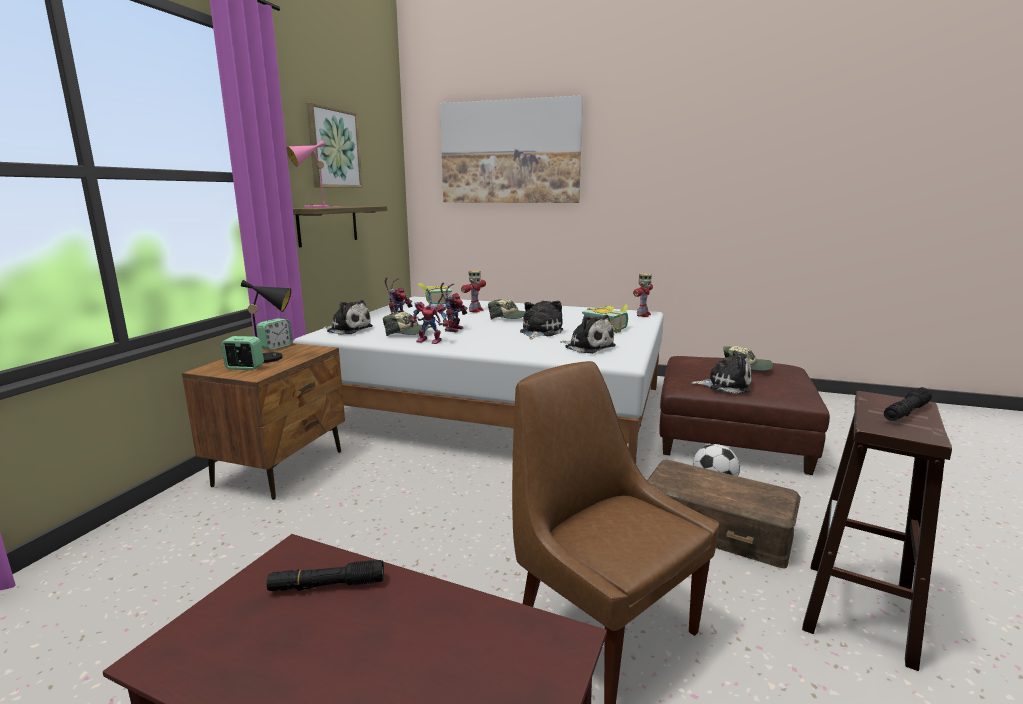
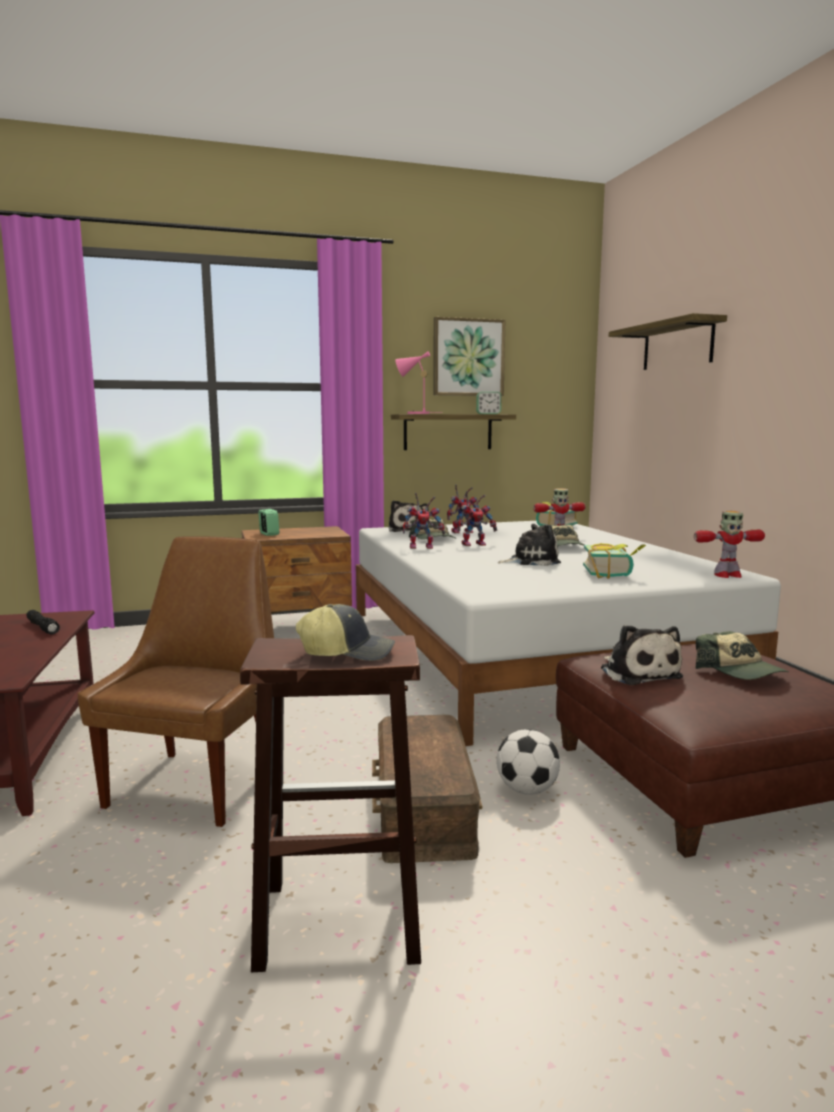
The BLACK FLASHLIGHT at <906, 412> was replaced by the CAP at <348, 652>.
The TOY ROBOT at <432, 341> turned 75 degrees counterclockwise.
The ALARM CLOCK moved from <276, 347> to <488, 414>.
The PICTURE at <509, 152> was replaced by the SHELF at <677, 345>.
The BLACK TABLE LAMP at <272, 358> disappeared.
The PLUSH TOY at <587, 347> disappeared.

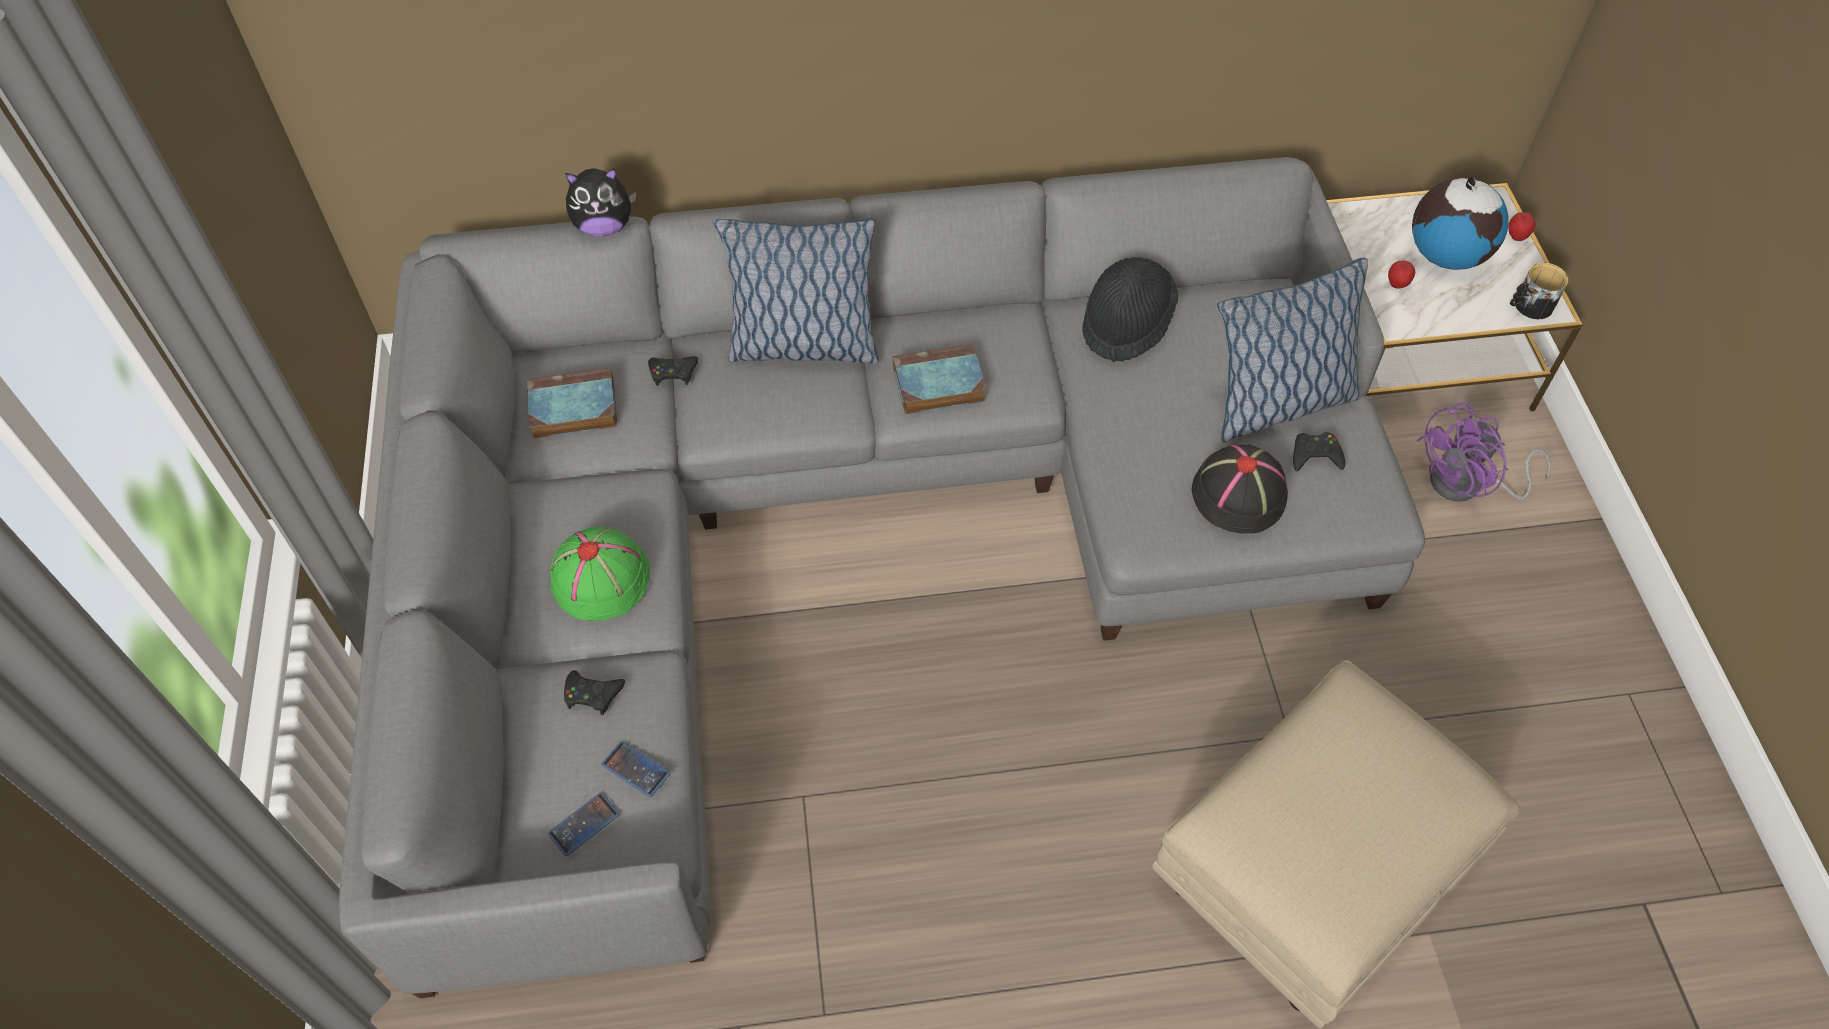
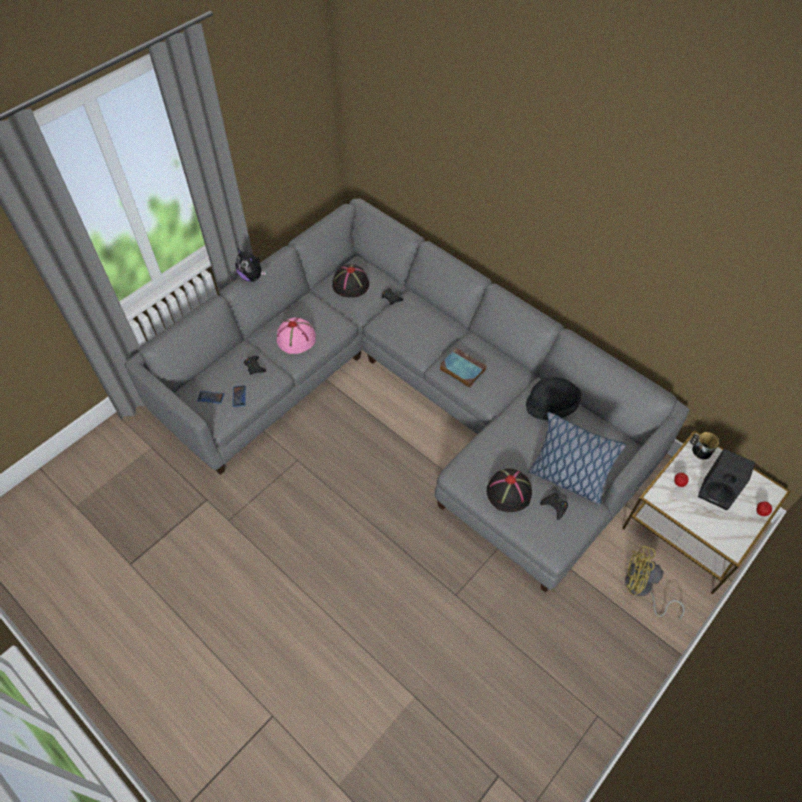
The PLUSH TOY moved from <604, 227> to <252, 277>.
The GREEN HAT at <601, 578> became the PINK HAT at <296, 338>.
The BOOK at <571, 409> was replaced by the BLACK HAT at <350, 284>.
The PURPLE FAN at <1467, 485> became the YELLOW FAN at <641, 590>.
The MUG moved from <1529, 306> to <699, 449>.
The GLOBE at <1446, 255> was replaced by the BLACK SPEAKER at <717, 492>.
The PILLOW at <802, 345> disappeared.
The BEIGE OTTOMAN at <1306, 879> disappeared.

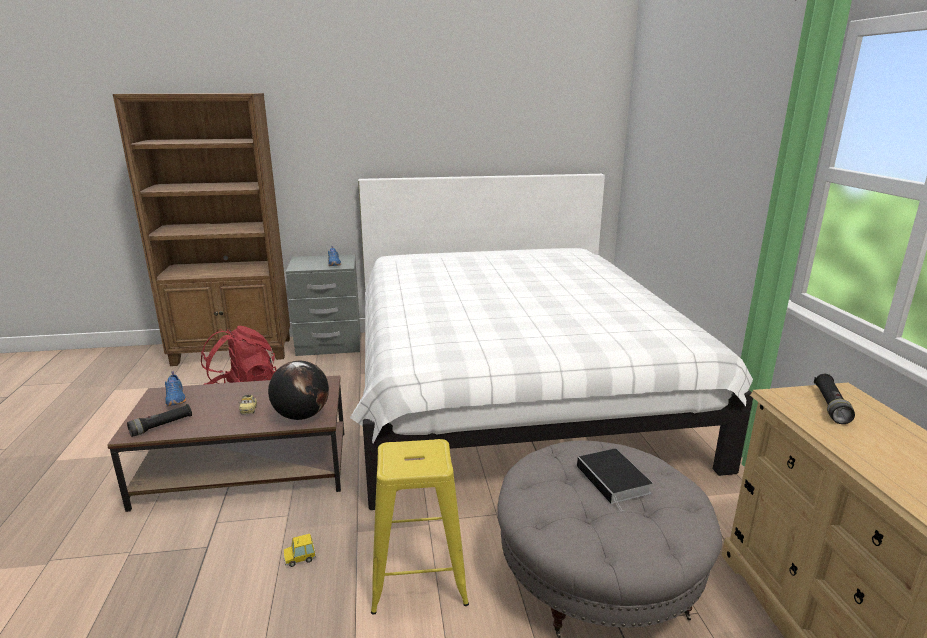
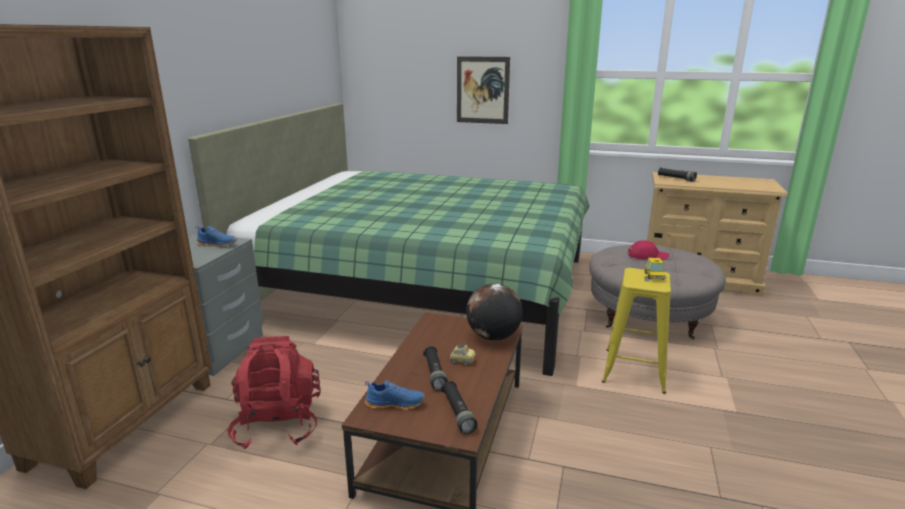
The WHITE BED at <510, 389> became the GREEN BED at <423, 287>.
The BLACK FLASHLIGHT at <435, 374> appeared.
The PICTURE at <482, 90> appeared.
The BOOK at <614, 480> was replaced by the RED CAP at <647, 256>.
The TOY CAR moved from <300, 557> to <654, 276>.

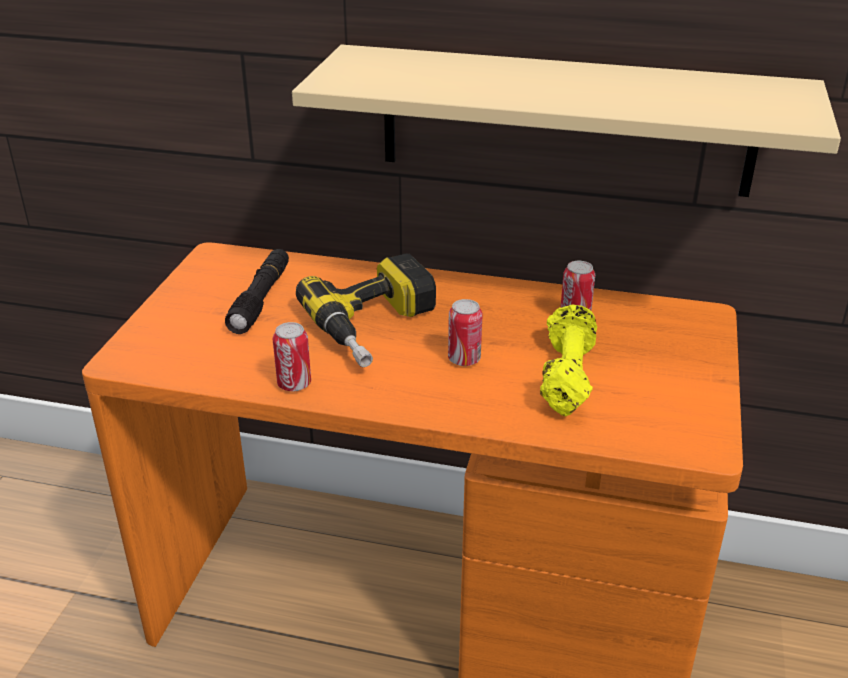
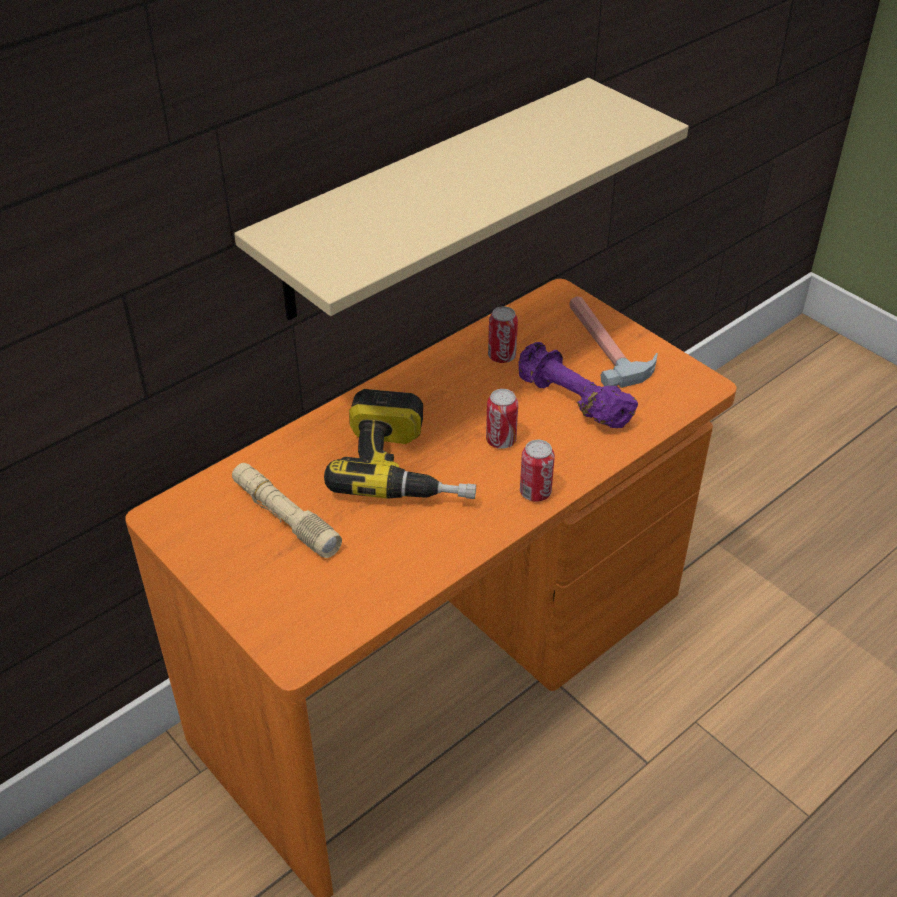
The BLACK FLASHLIGHT at <261, 299> became the BEIGE FLASHLIGHT at <285, 517>.
The YELLOW DUMBBELL at <566, 376> became the PURPLE DUMBBELL at <571, 401>.
The CAN moved from <294, 384> to <535, 492>.
The HAMMER at <607, 344> appeared.

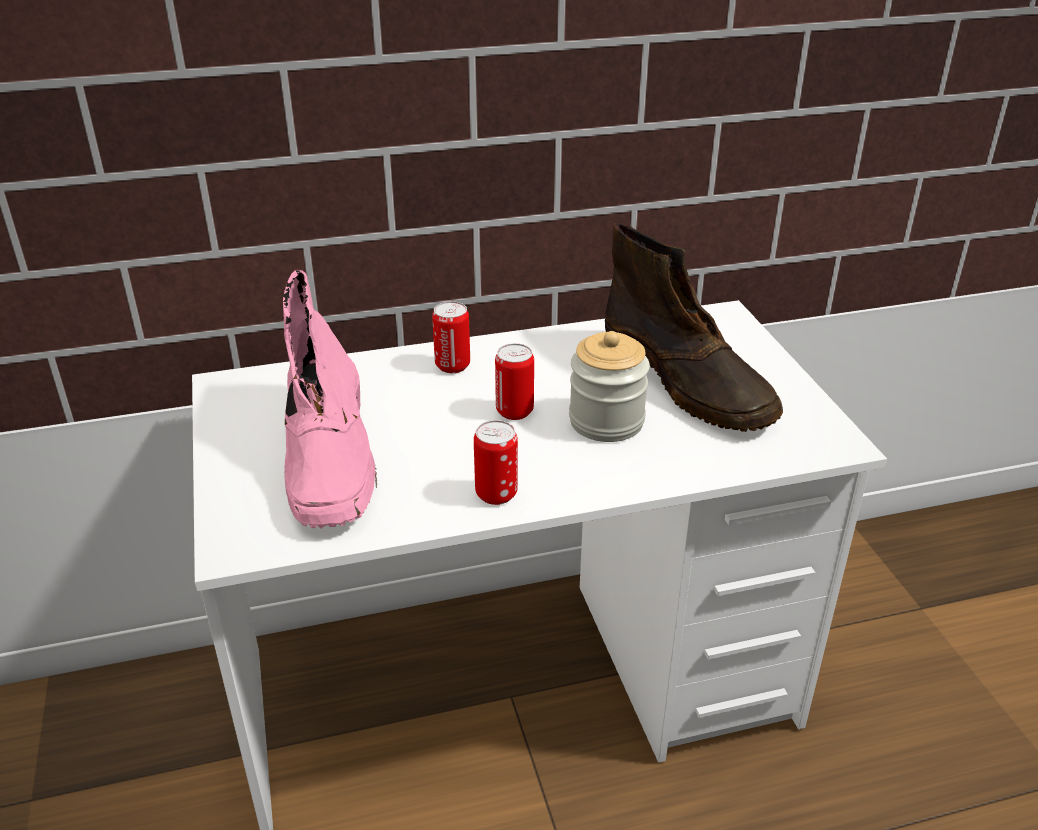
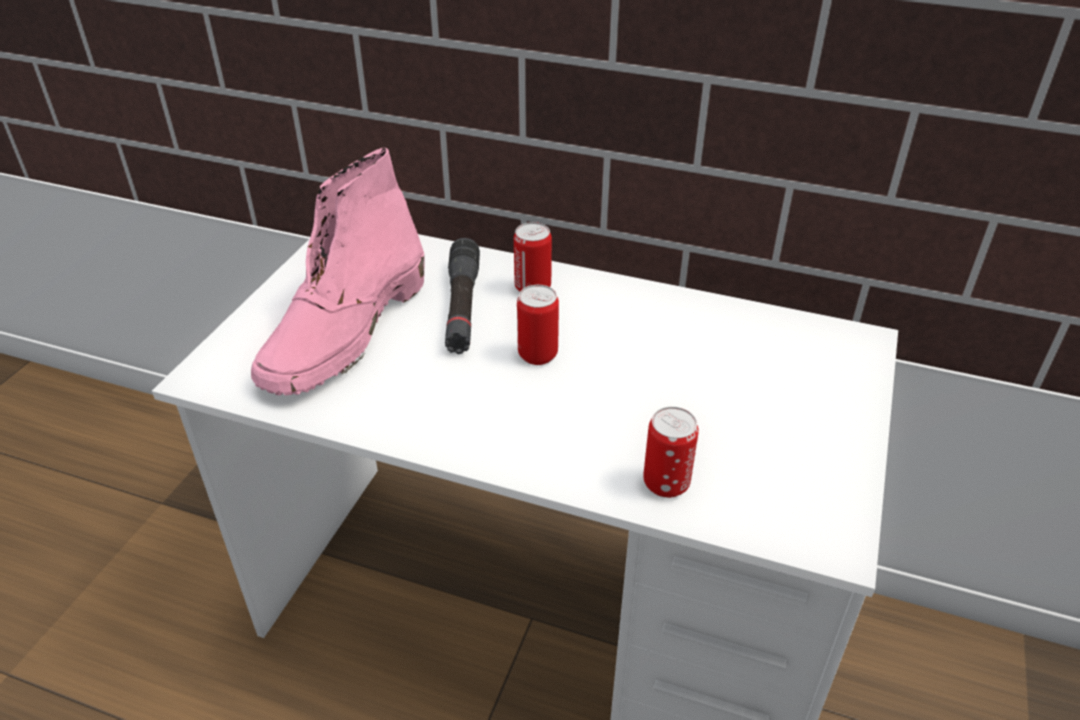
The BLACK FLASHLIGHT at <462, 307> appeared.
The CAN moved from <496, 494> to <666, 483>.
The JAR at <606, 421> disappeared.
The BROWN BOOT at <687, 384> disappeared.

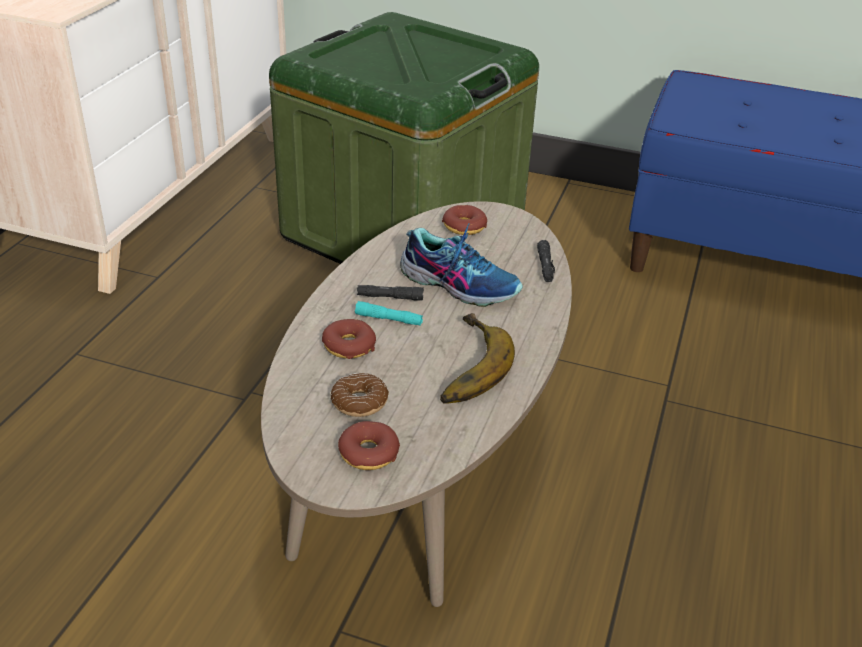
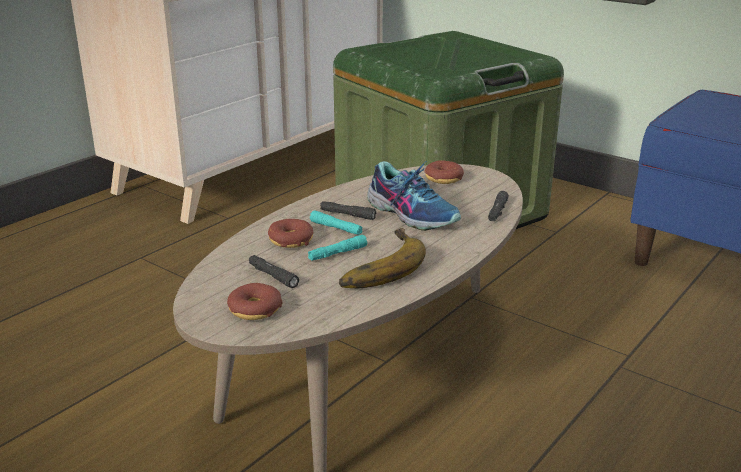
The DONUT at <359, 402> was replaced by the BLACK FLASHLIGHT at <272, 276>.
The TURQUOISE FLASHLIGHT at <337, 254> appeared.

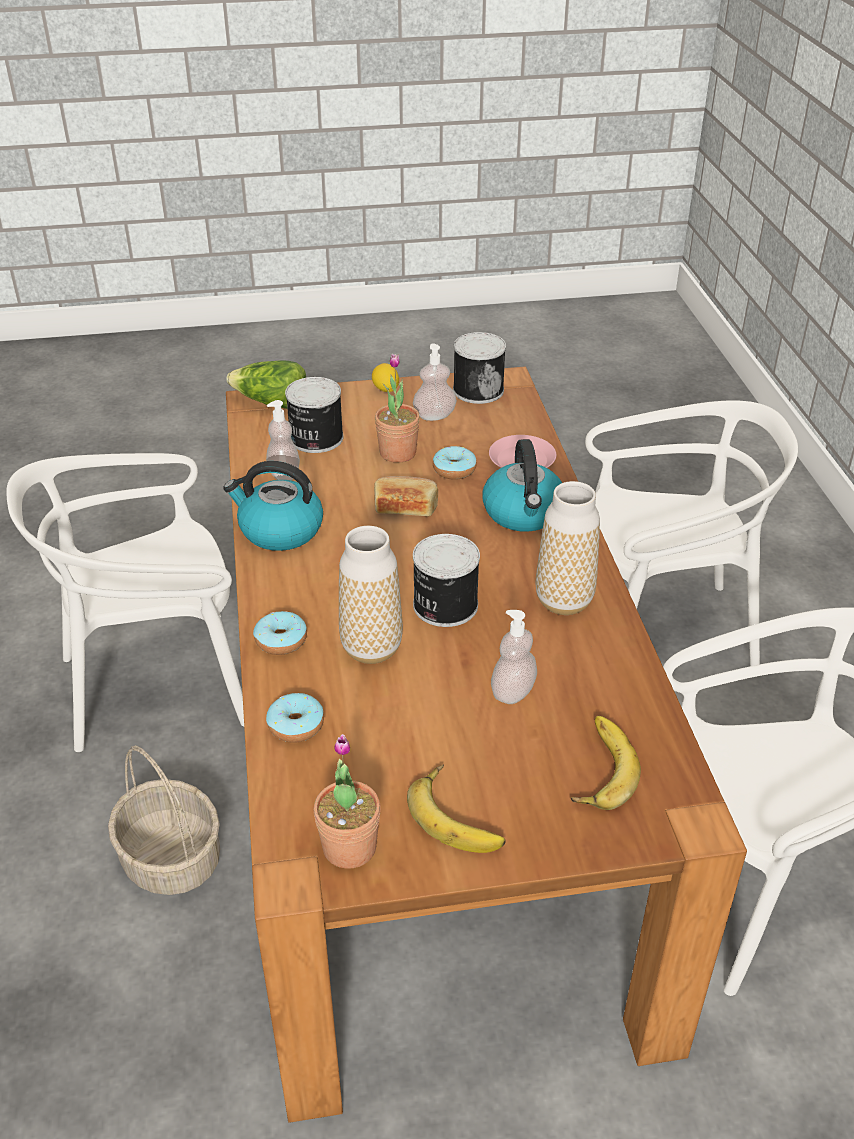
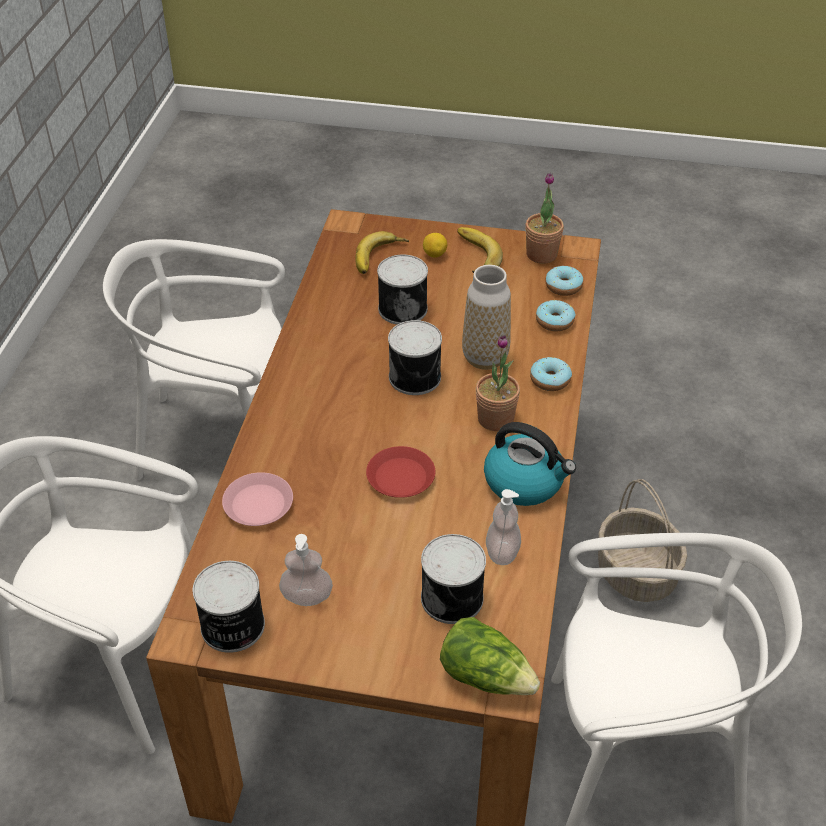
The BREAD at <405, 507> was replaced by the RED PLATE at <400, 477>.
The SOAP DISPENSER at <513, 692> was replaced by the CAN at <403, 308>.
The LEMON moved from <385, 389> to <434, 254>.
The POTTED PLANT moved from <397, 453> to <495, 419>.
The DONUT moved from <454, 470> to <563, 286>.
The KETTLE at <524, 513> disappeared.
The VASE at <564, 601> disappeared.

